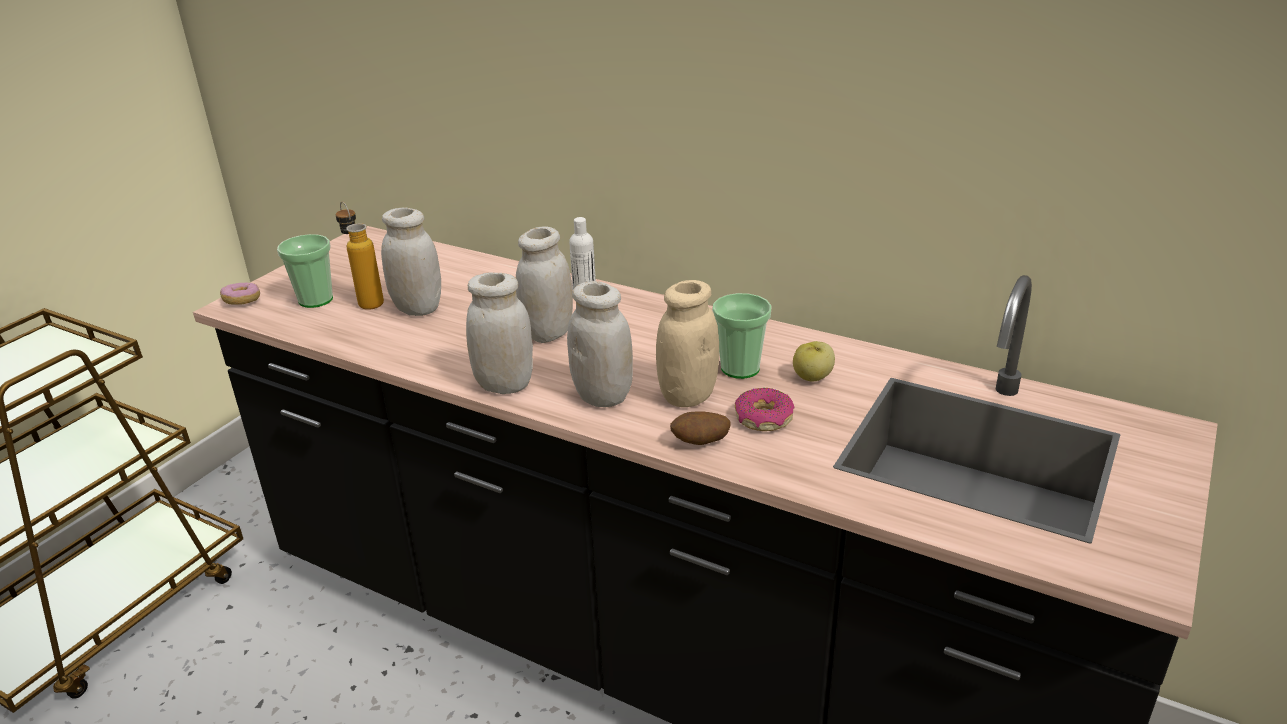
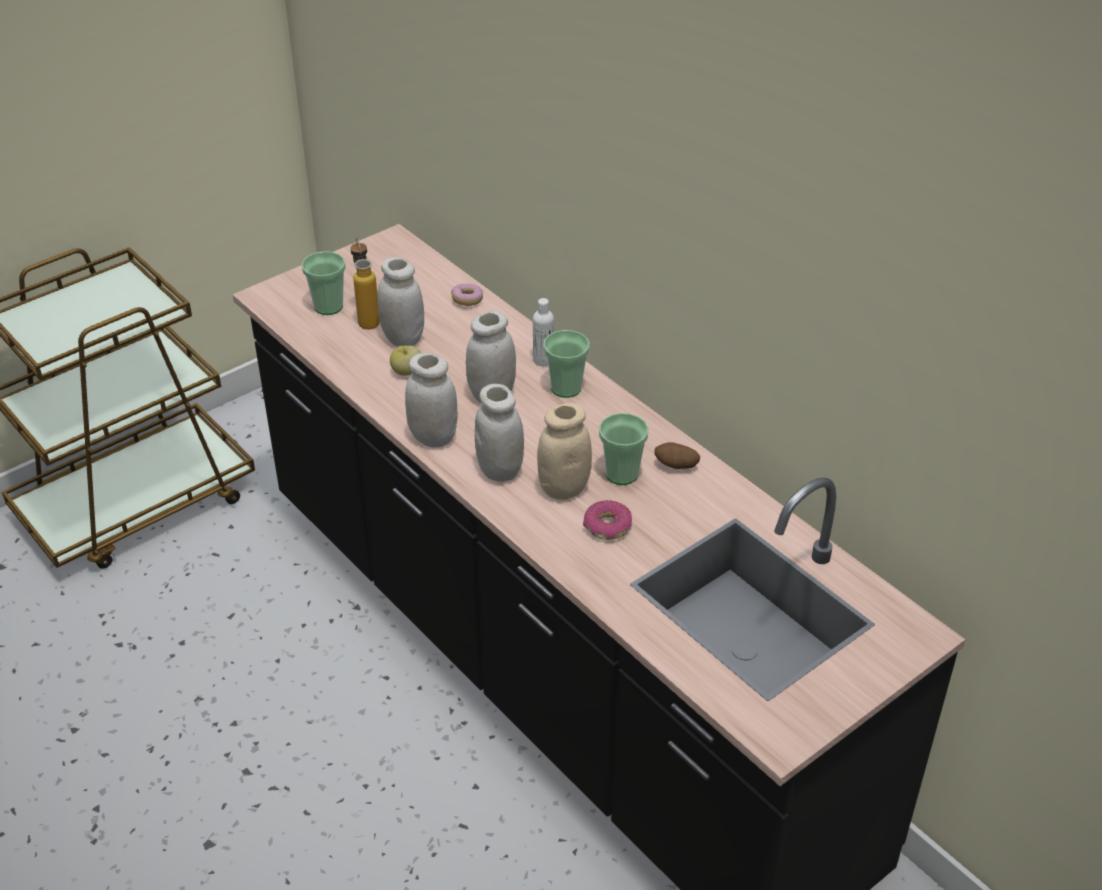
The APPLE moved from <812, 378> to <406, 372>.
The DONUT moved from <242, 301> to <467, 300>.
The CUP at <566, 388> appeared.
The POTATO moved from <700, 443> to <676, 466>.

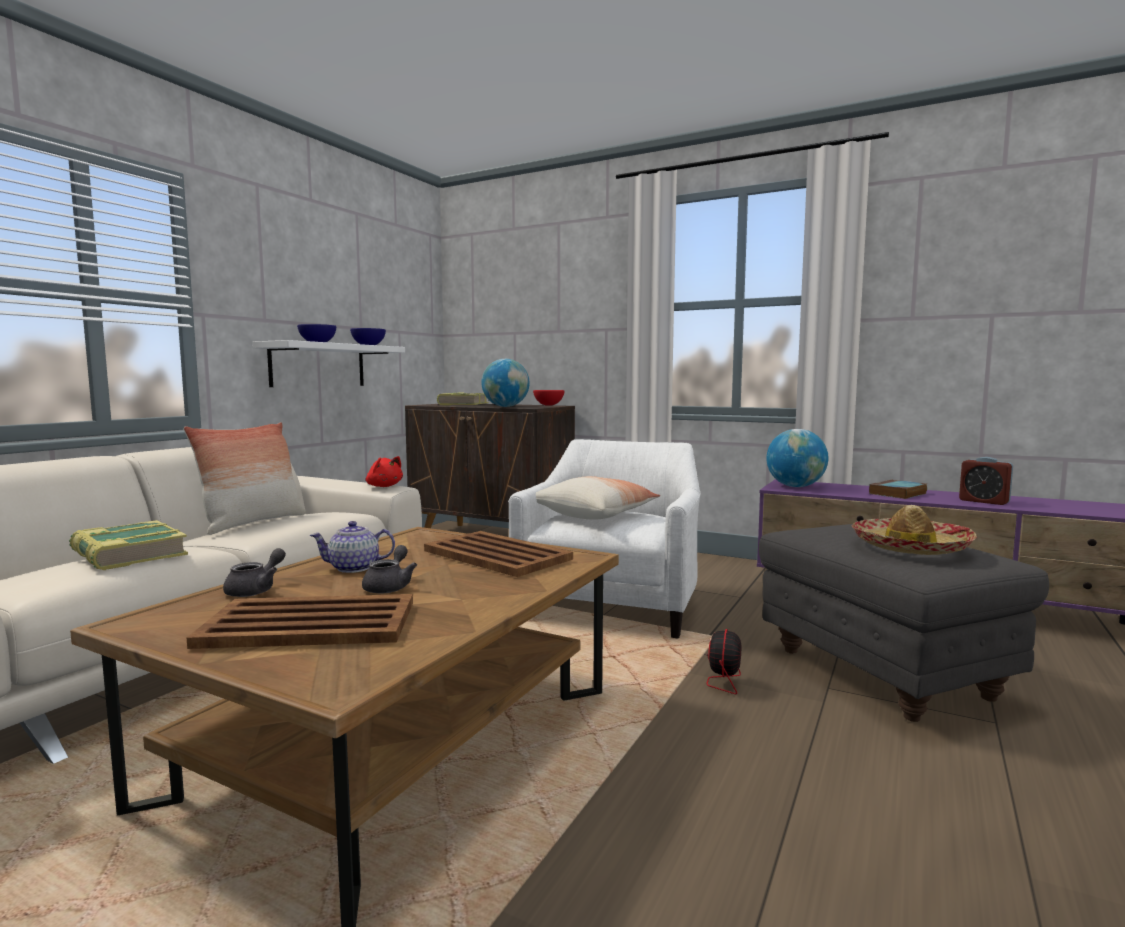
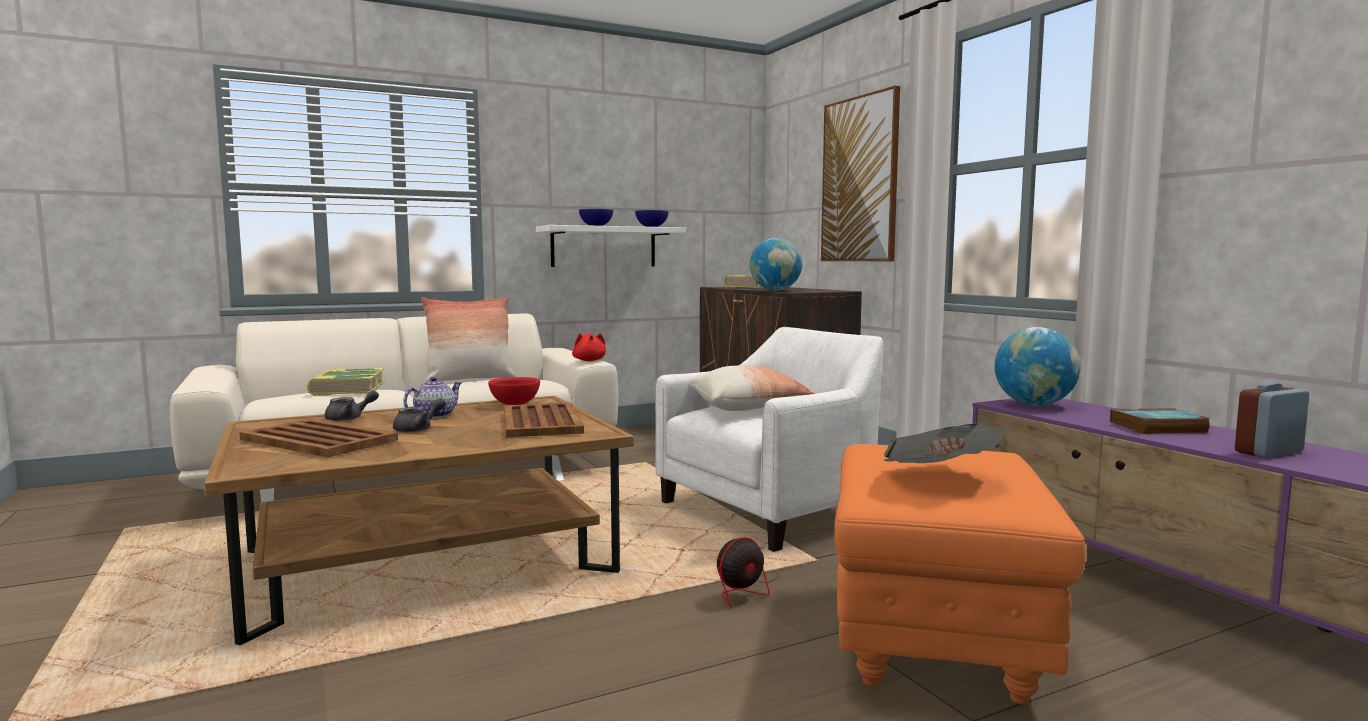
The TEAPOT at <354, 568> turned 105 degrees clockwise.
The RED BOWL moved from <549, 405> to <515, 405>.
The PICTURE at <860, 180> appeared.
The GREY OTTOMAN at <884, 674> became the ORANGE OTTOMAN at <937, 640>.
The HAT at <910, 547> was replaced by the NEWSPAPER at <940, 477>.
The ALARM CLOCK at <984, 501> turned 75 degrees clockwise.

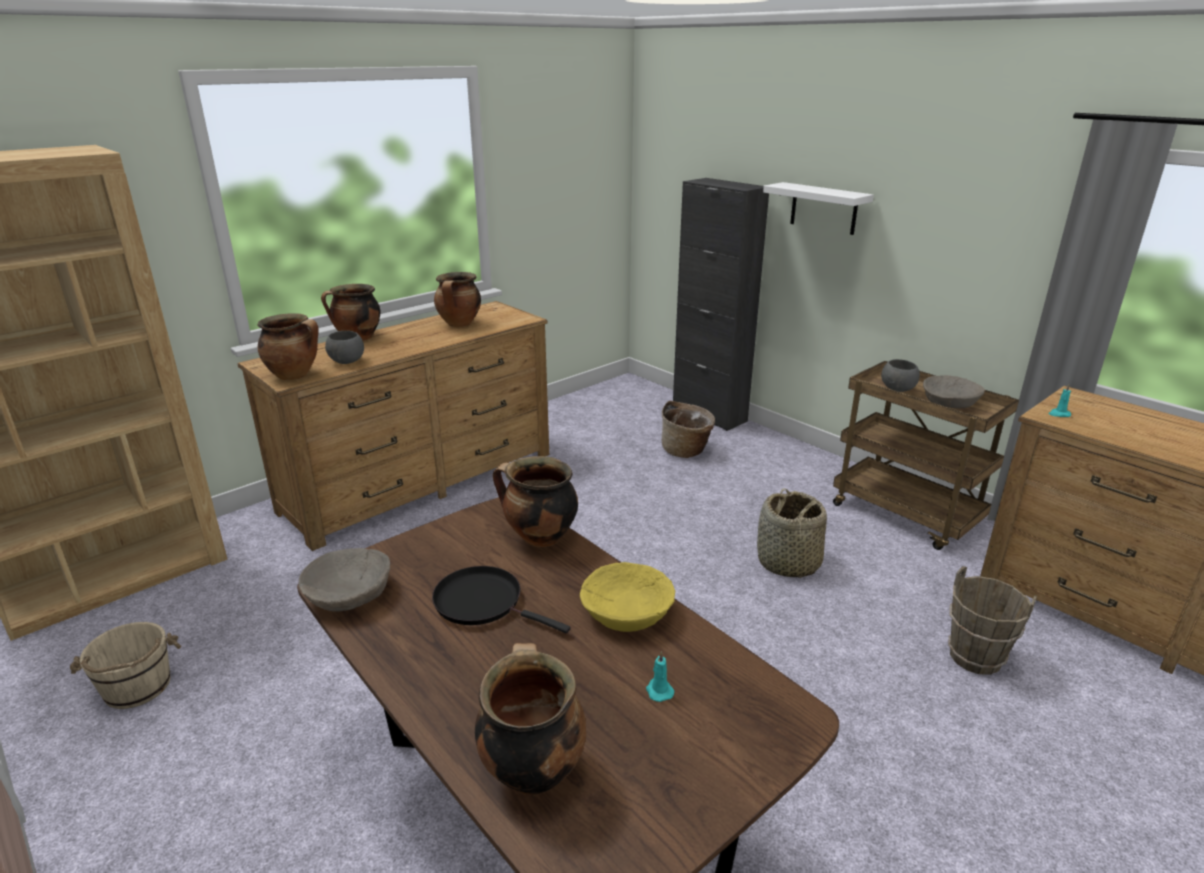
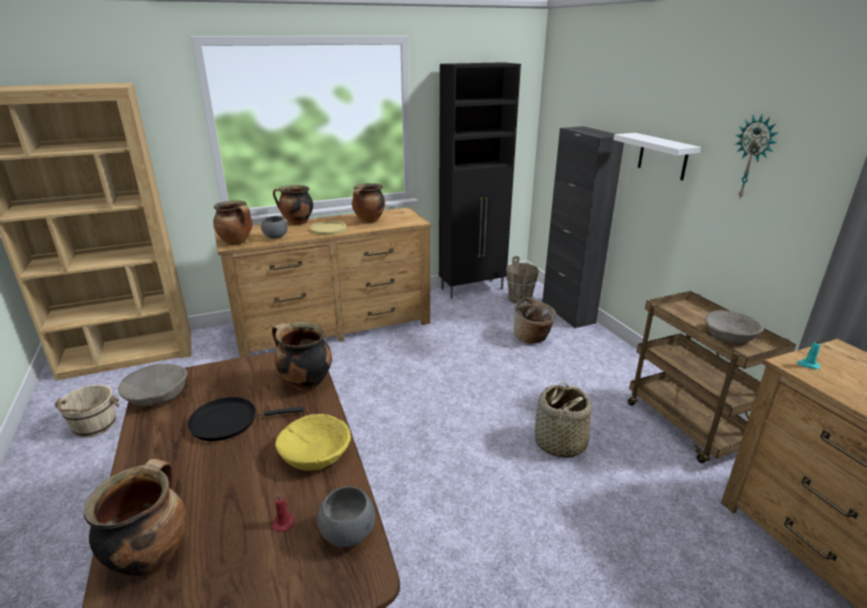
The BLACK FRYING PAN at <483, 602> turned 60 degrees counterclockwise.
The TURQUOISE CANDLE at <658, 690> became the RED CANDLE at <284, 522>.
The YELLOW PLATE at <328, 229> appeared.
The GREY BOWL moved from <897, 389> to <347, 534>.
The BLACK CABINET at <473, 289> appeared.
The BROWN BUCKET moved from <975, 658> to <519, 299>.
The WALL CLOCK at <753, 157> appeared.

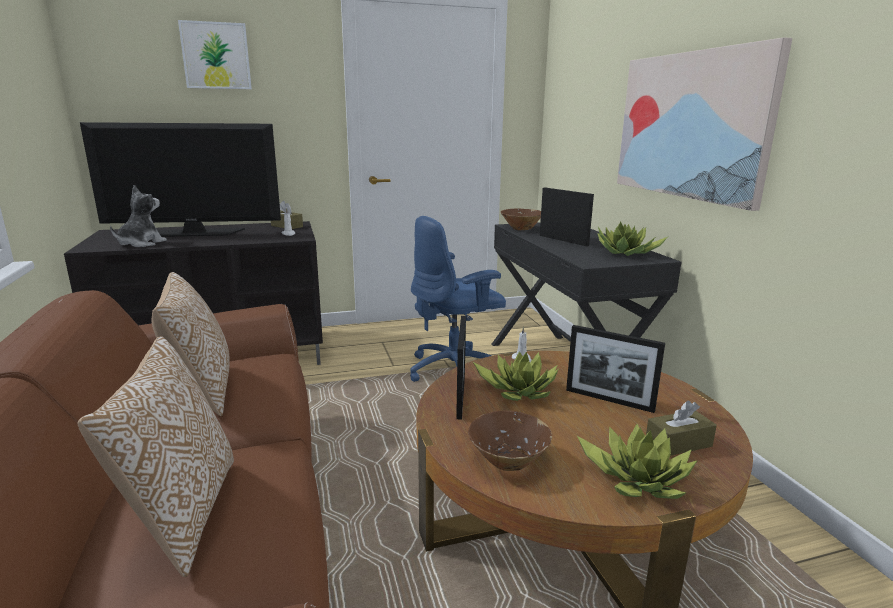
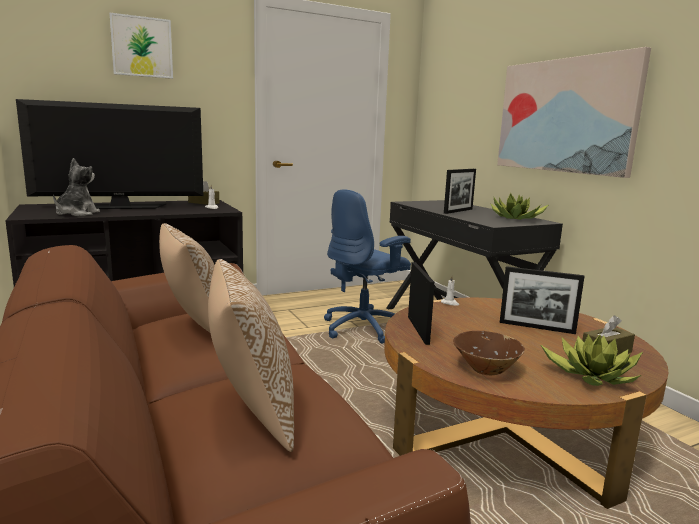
The PICTURE FRAME at <563, 240> turned 90 degrees clockwise.
The POTTED PLANT at <518, 390> disappeared.
The BROWN BOWL at <521, 228> disappeared.

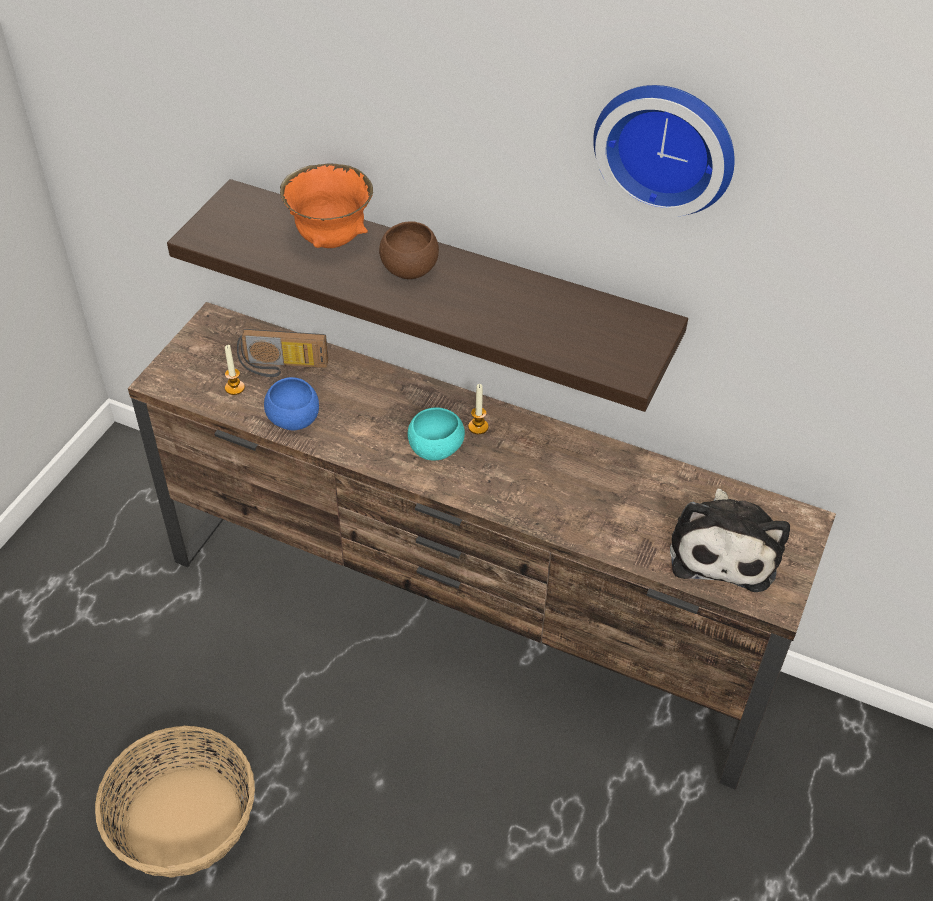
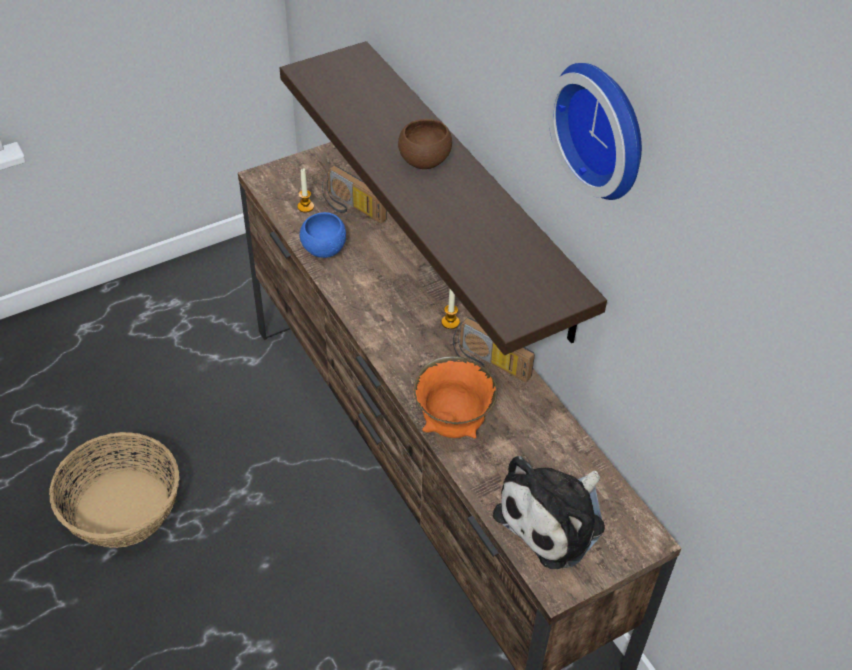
The ORANGE BOWL moved from <331, 240> to <453, 424>.
The RADIO at <488, 365> appeared.
The TURQUOISE BOWL at <435, 449> disappeared.

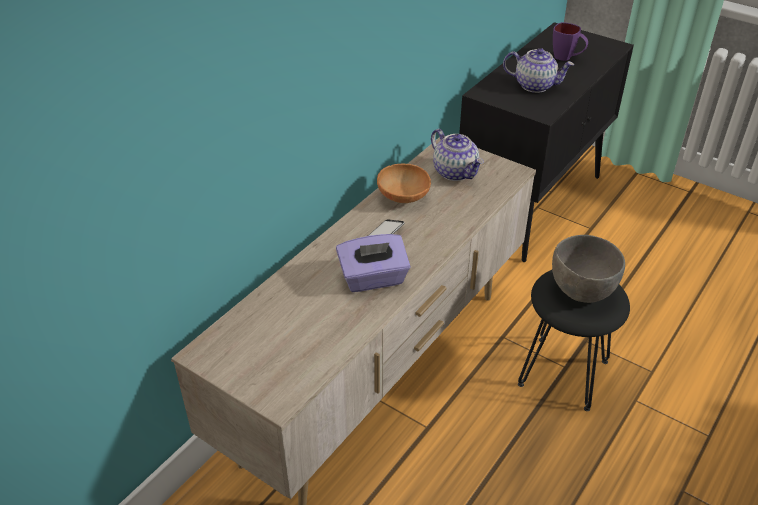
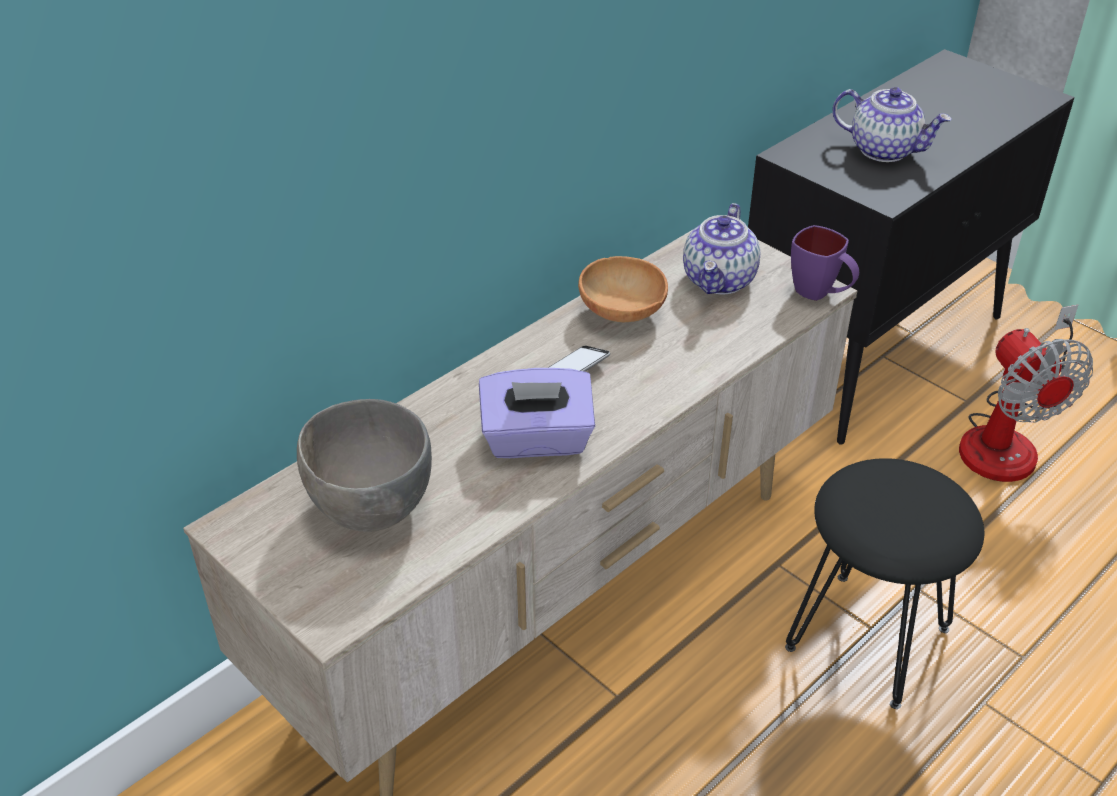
The GREY BOWL moved from <581, 290> to <371, 506>.
The TEAPOT at <455, 172> turned 45 degrees clockwise.
The PURPLE MUG moved from <567, 58> to <820, 294>.
The FAN at <1008, 439> appeared.

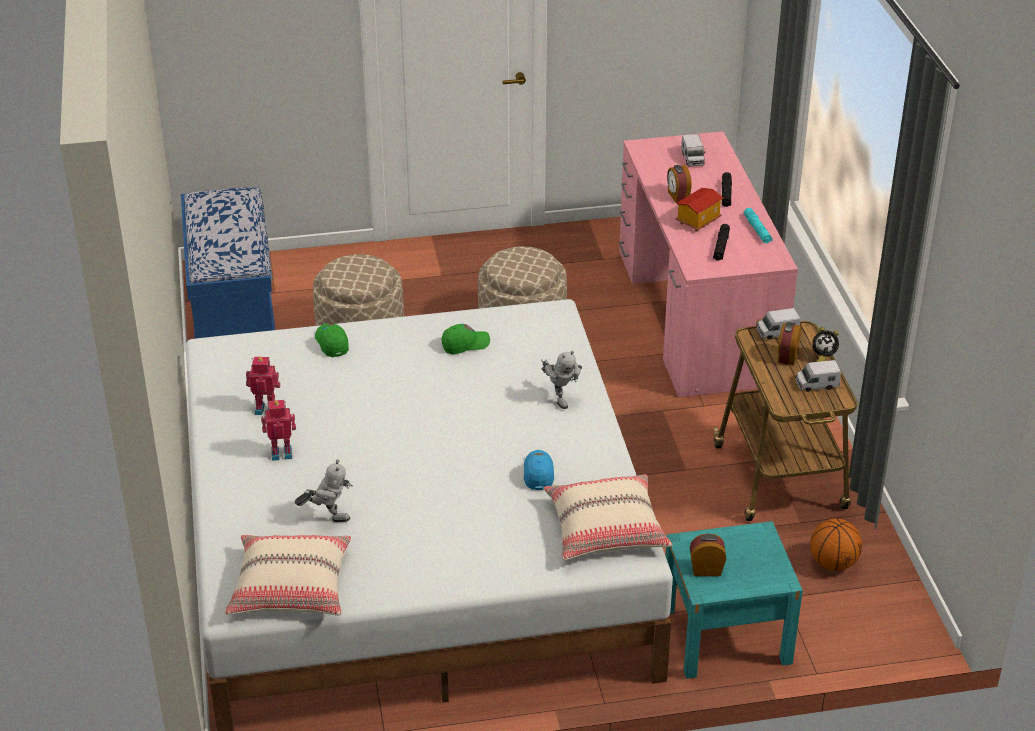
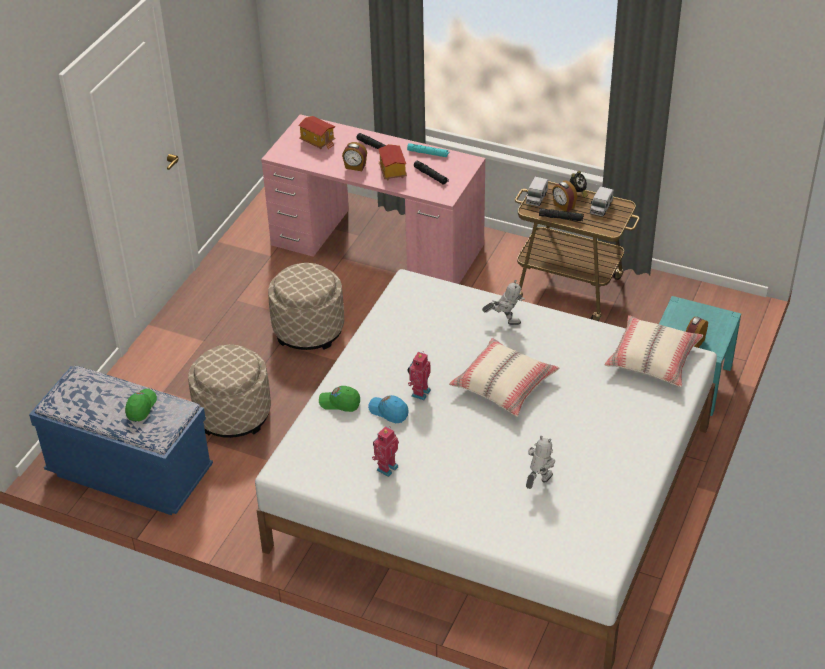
The GREEN CAP moved from <465, 344> to <141, 407>.
The TOY TRUCK at <692, 159> was replaced by the TOY HOUSE at <318, 141>.
The BLUE CAP moved from <538, 473> to <388, 412>.
The TOY ROBOT moved from <281, 452> to <419, 392>.
The BEIGE PILLOW moved from <290, 587> to <504, 385>.
The BLACK FLASHLIGHT at <561, 218> appeared.
The BASKETBALL at <833, 563> disappeared.

